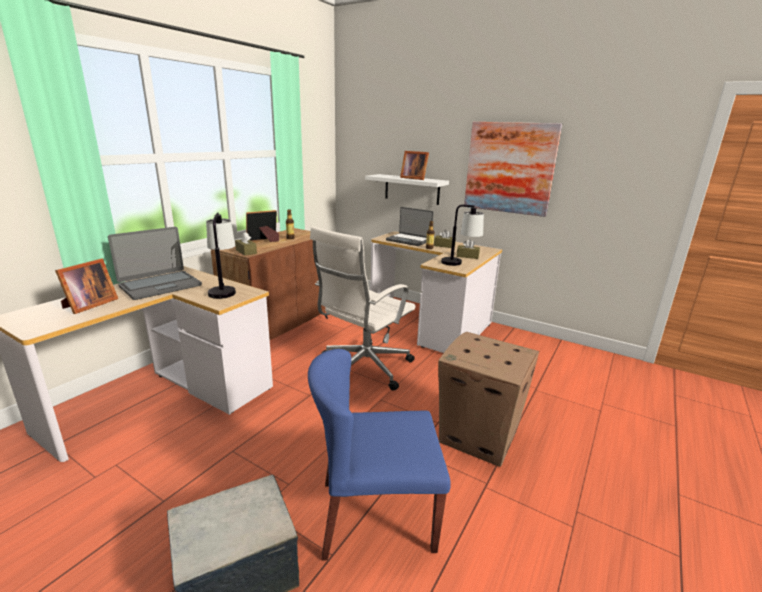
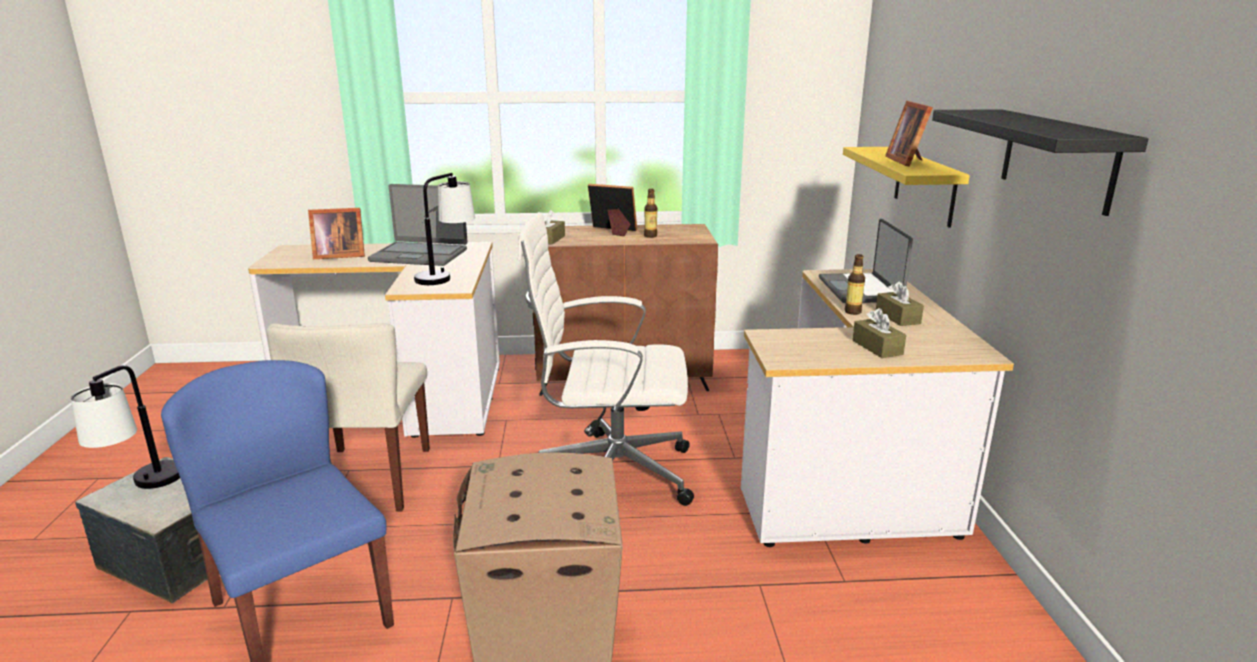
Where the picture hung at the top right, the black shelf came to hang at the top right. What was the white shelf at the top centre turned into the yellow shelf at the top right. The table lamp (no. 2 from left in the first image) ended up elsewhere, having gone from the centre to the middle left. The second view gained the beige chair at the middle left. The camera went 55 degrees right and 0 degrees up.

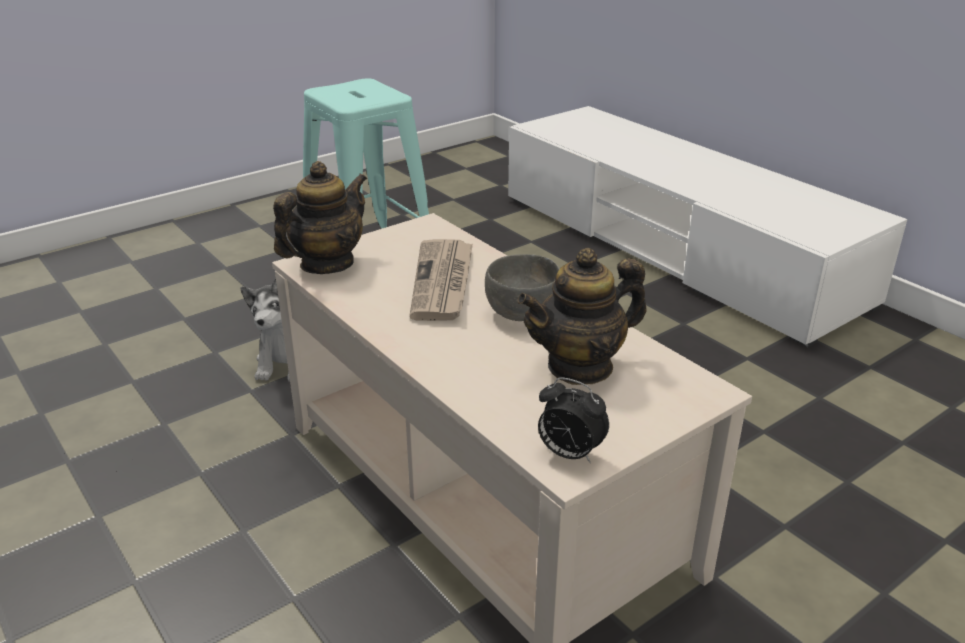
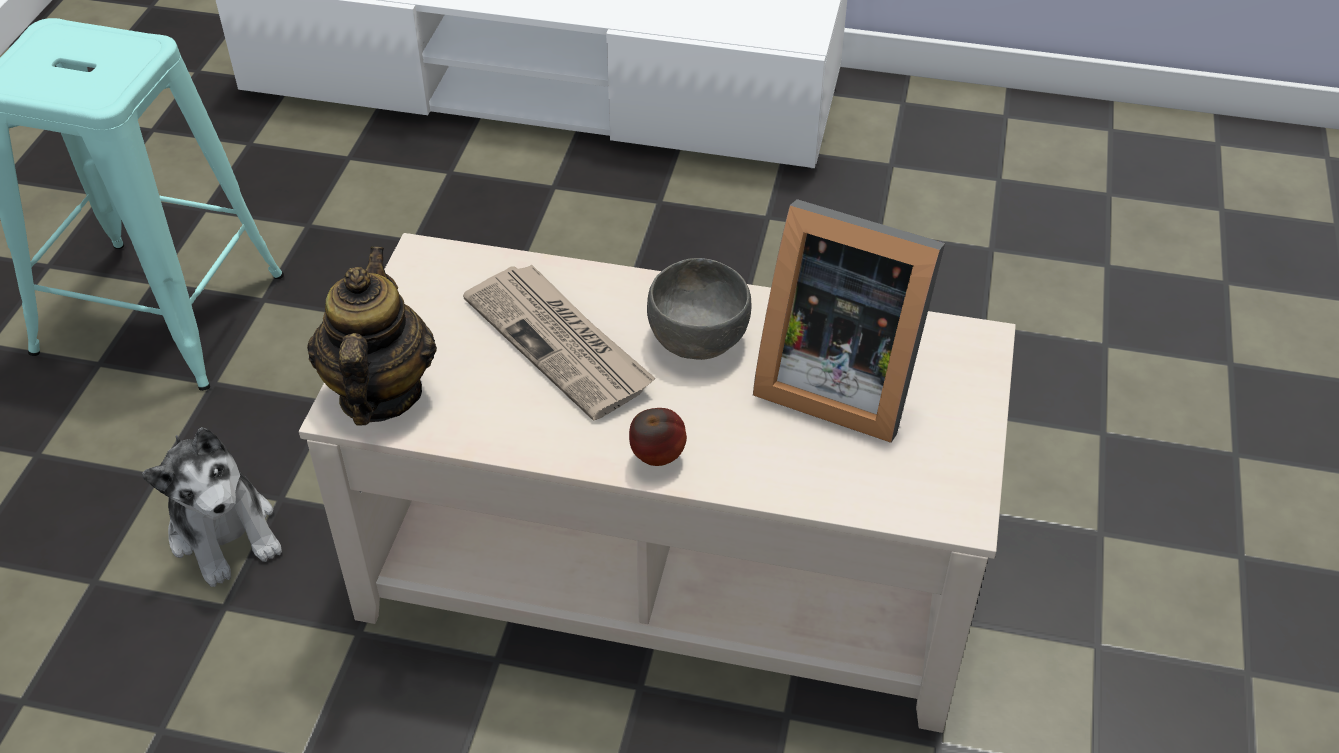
Where the teapot (no. 2 from left) stood at the centre, the picture frame came to stand at the centre. The second view lost the alarm clock at the centre. The second view gained the apple at the centre. The camera went 40 degrees left and 15 degrees up.

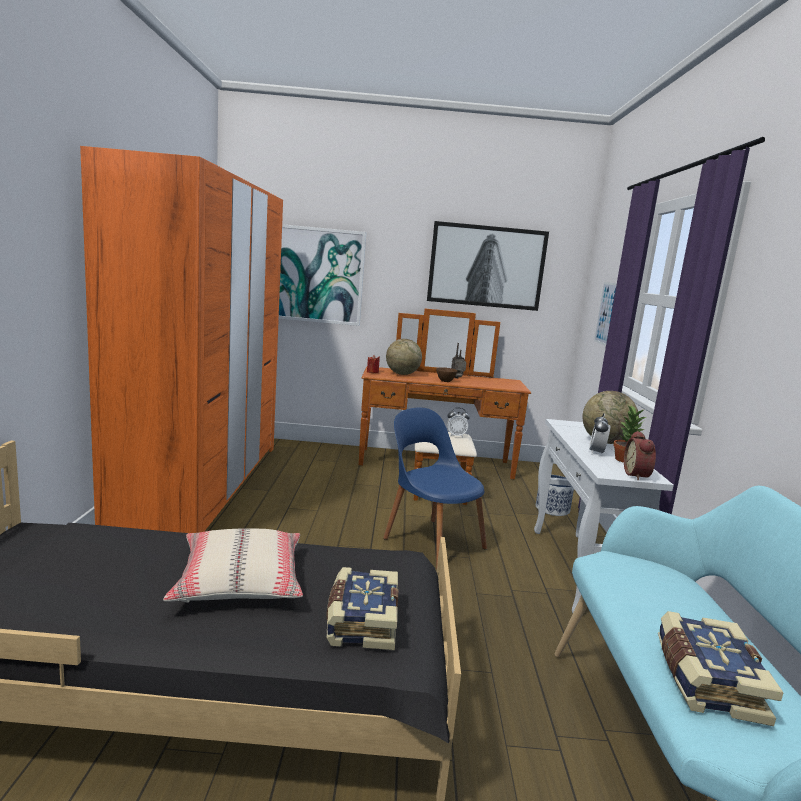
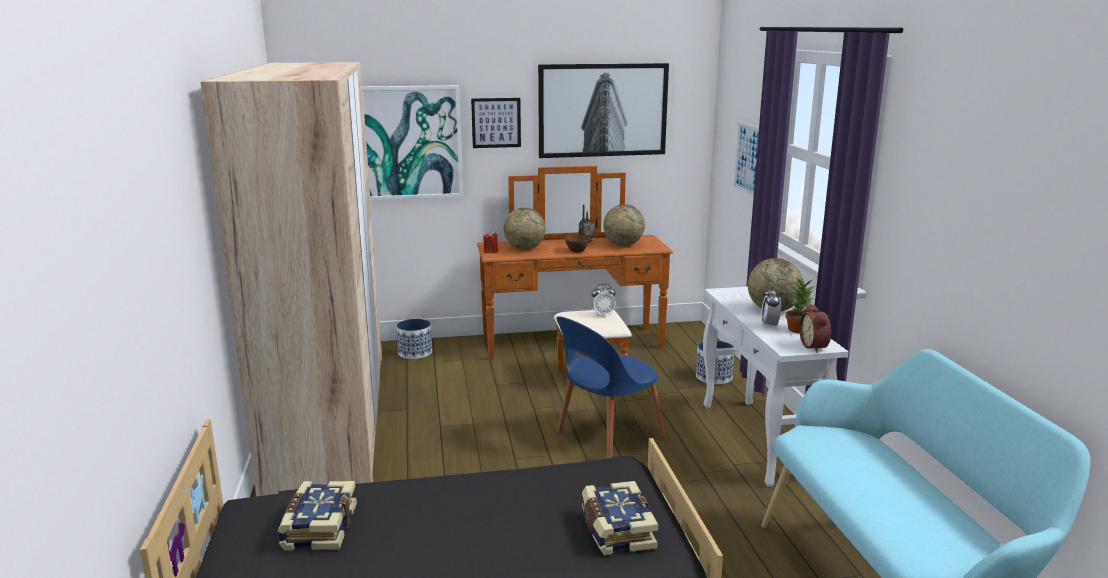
What was the orange wardrobe at the middle left turned into the beige wardrobe at the middle left. The blue chair at the centre ended up facing another way, 75 degrees counterclockwise from before. The second view lost the beige pillow at the bottom left. The book (no. 2 from left in the first image) ended up elsewhere, having gone from the bottom right to the bottom left. The second view gained the picture (no. 2 from left) at the top centre. The second view gained the globe (no. 2 from left) at the centre. The second view gained the planter (no. 1 from left) at the centre. The camera went 10 degrees left and 5 degrees up.

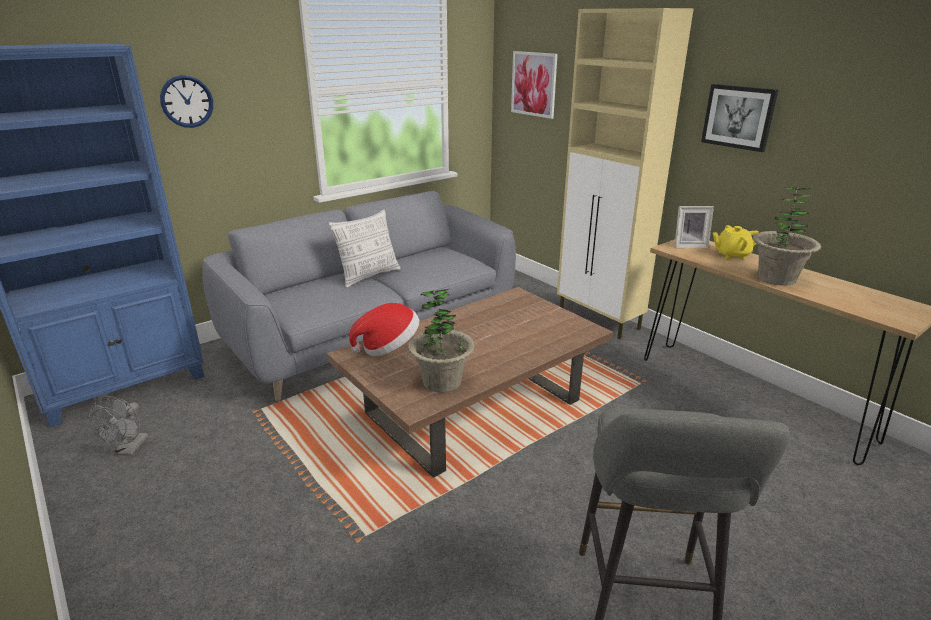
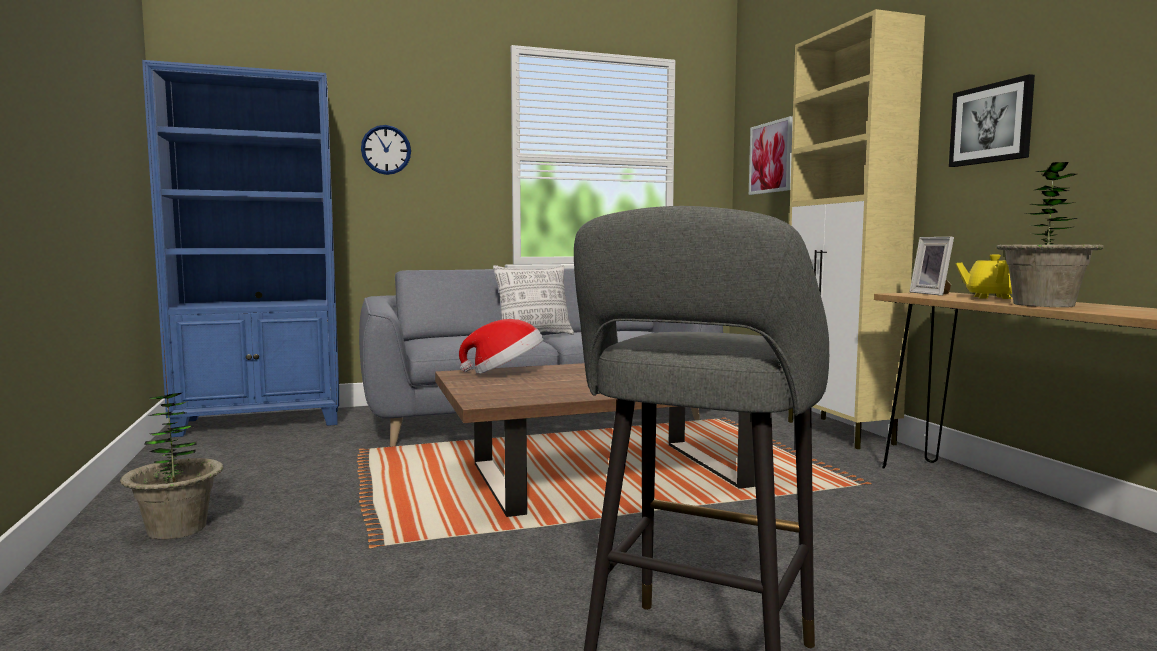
The picture frame at the middle right ended up facing another way, 60 degrees clockwise from before. The potted plant (no. 1 from left) ended up elsewhere, having gone from the centre to the bottom left. The second view lost the grey fan at the bottom left. The camera went 20 degrees right and 20 degrees down.

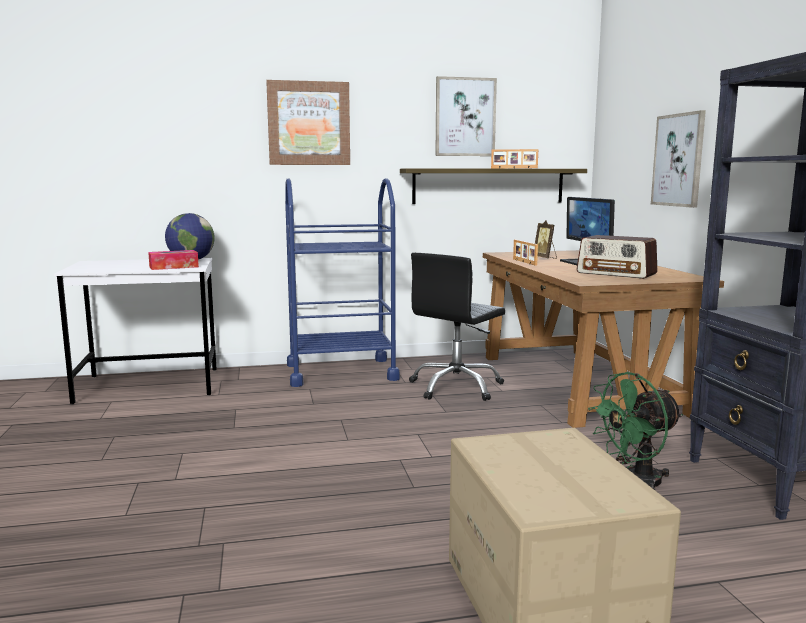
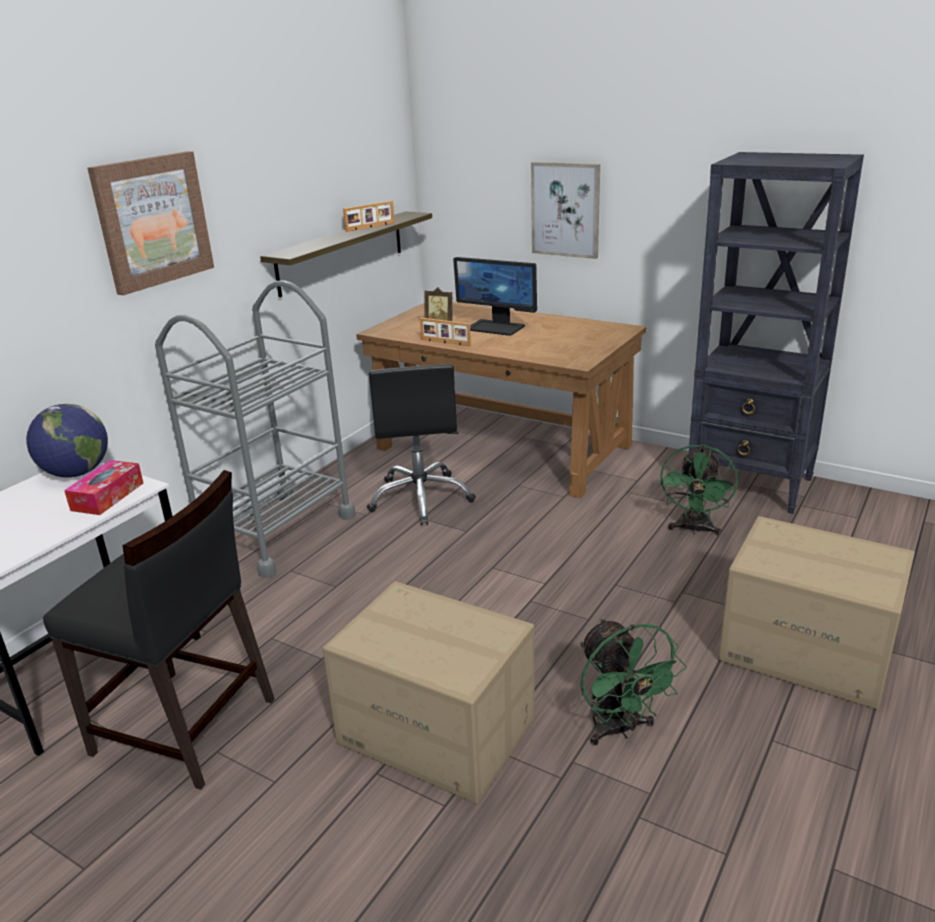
The second view lost the picture (no. 2 from left) at the top centre. What was the blue cart at the centre turned into the grey cart at the middle left. The second view lost the radio at the middle right. The second view gained the black chair at the bottom left. The second view gained the cardboard box (no. 1 from left) at the bottom centre. The second view gained the green fan (no. 1 from left) at the bottom right. The camera went 45 degrees left and 15 degrees up.

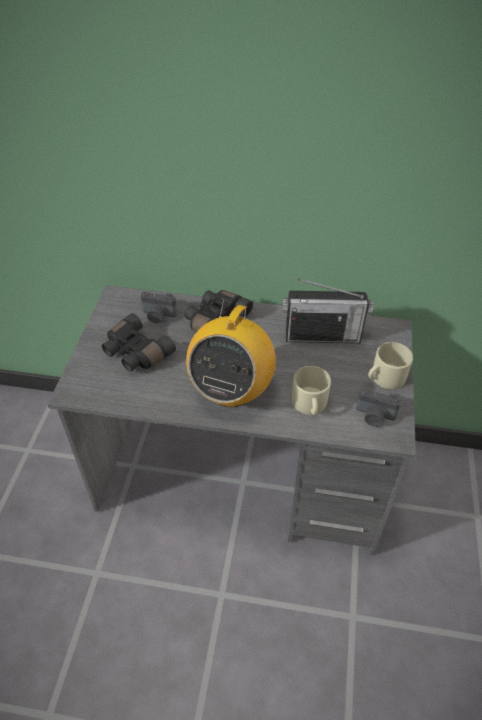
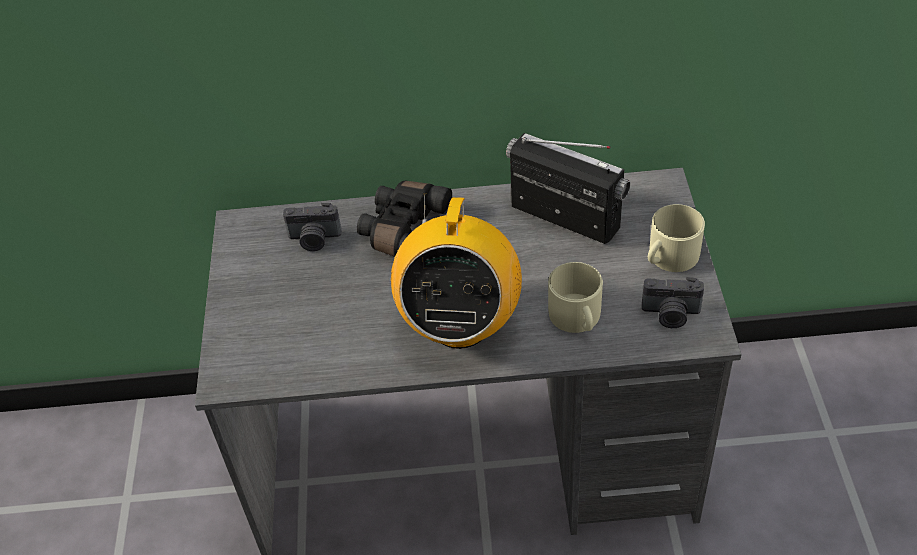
The radio (no. 2 from left) at the middle right ended up facing another way, 135 degrees counterclockwise from before. The second view lost the black binoculars (no. 1 from left) at the middle left. The camera went 10 degrees left and 0 degrees up.

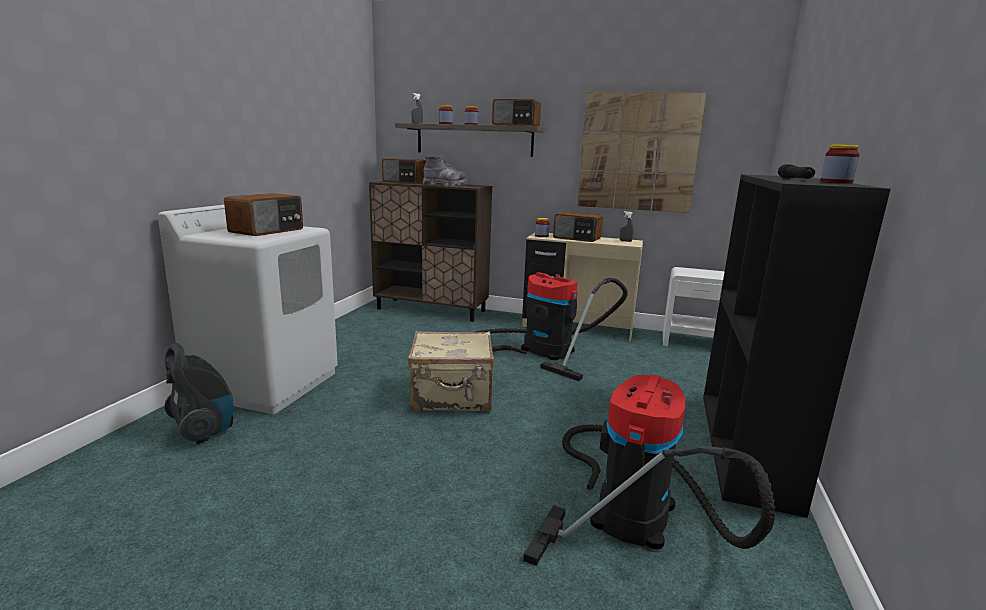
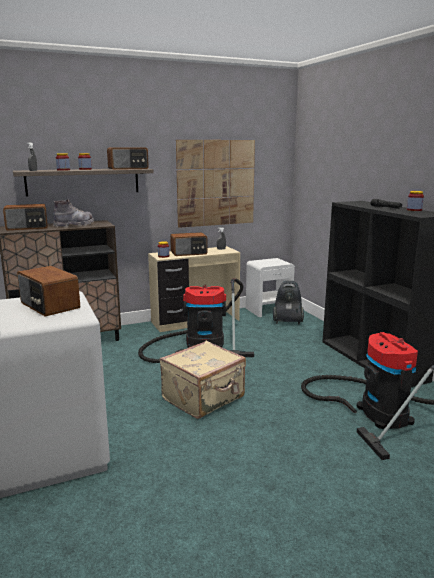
The radio (no. 1 from left in the first image) at the middle left ended up facing another way, 150 degrees clockwise from before. The vacuum cleaner (no. 1 from left in the first image) ended up elsewhere, having gone from the middle left to the centre. The camera went 40 degrees left and 0 degrees up.

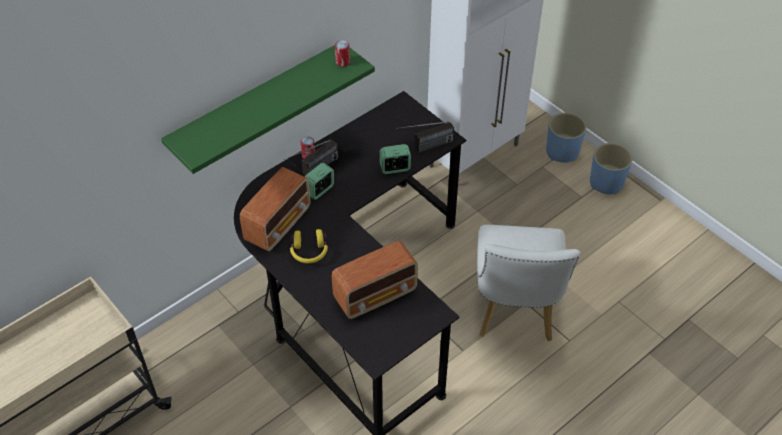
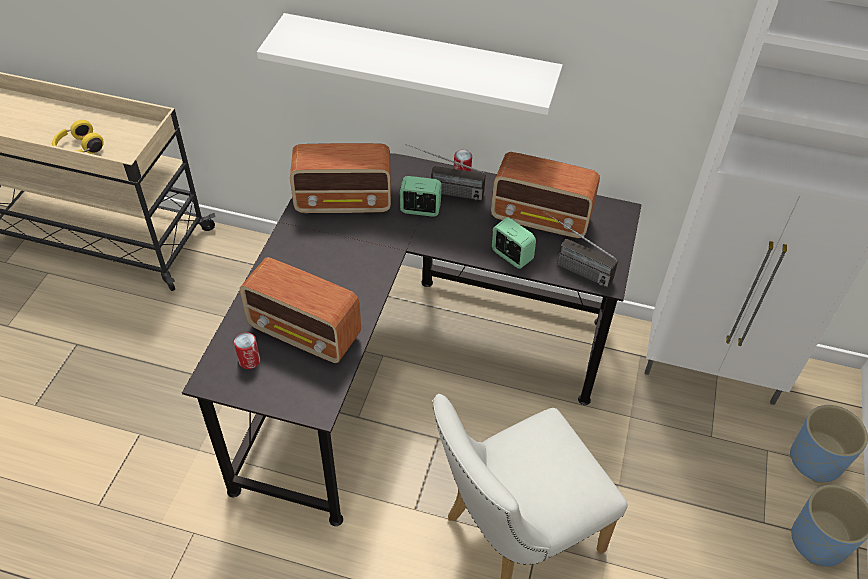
The can (no. 2 from left in the first image) ended up elsewhere, having gone from the top centre to the middle left. What was the green shelf at the top centre turned into the white shelf at the top centre. The yellow headphones ended up elsewhere, having gone from the centre to the top left. The second view gained the radio (no. 4 from left) at the centre. The camera went 55 degrees right and 0 degrees up.

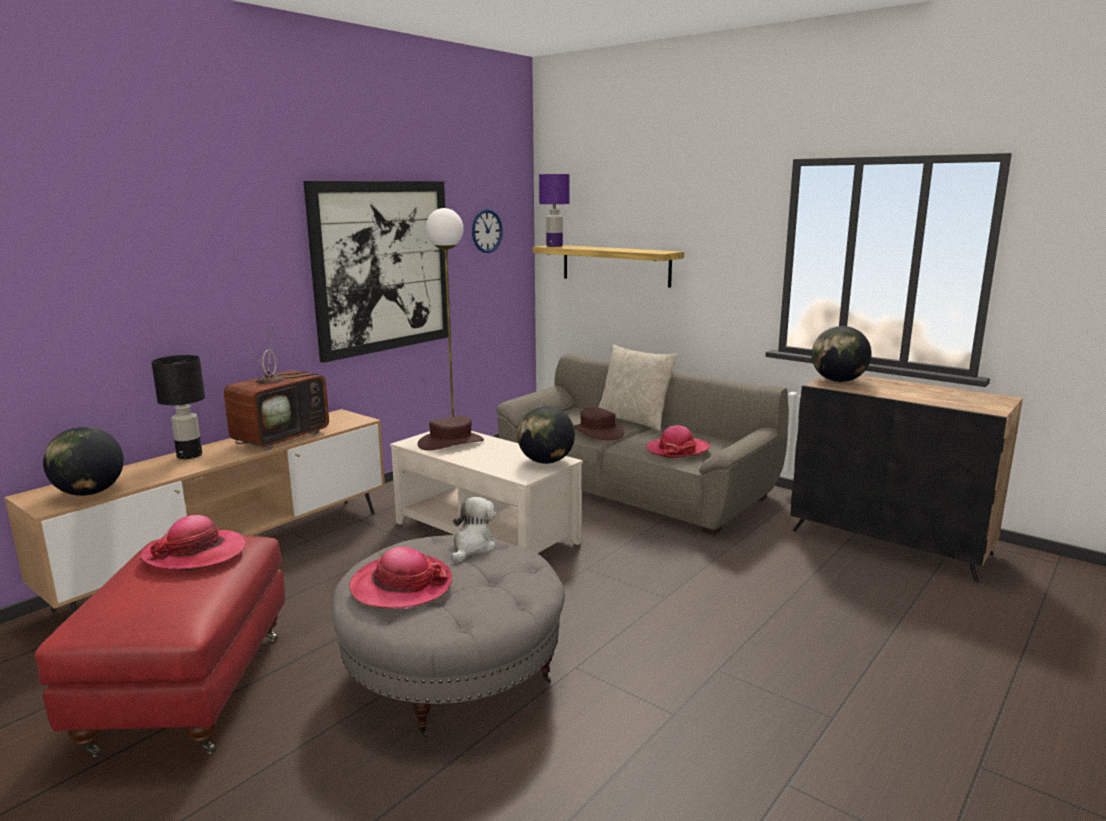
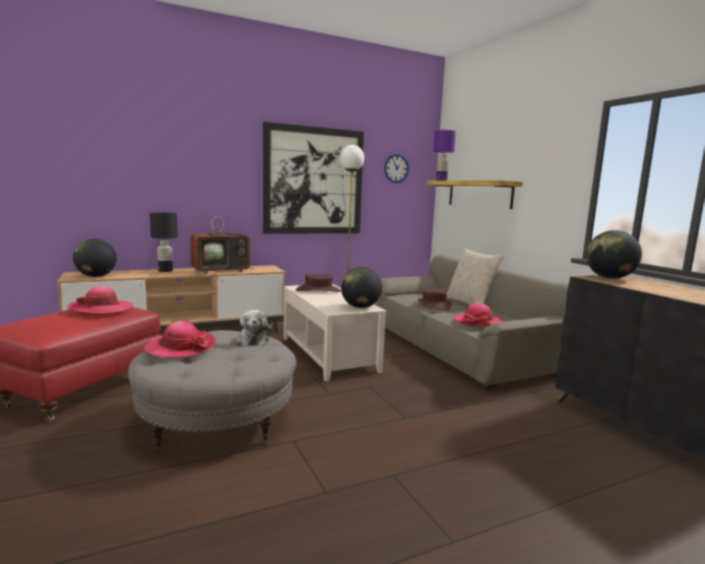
The plush toy at the centre ended up facing another way, 120 degrees clockwise from before. The camera went 25 degrees right and 5 degrees down.

